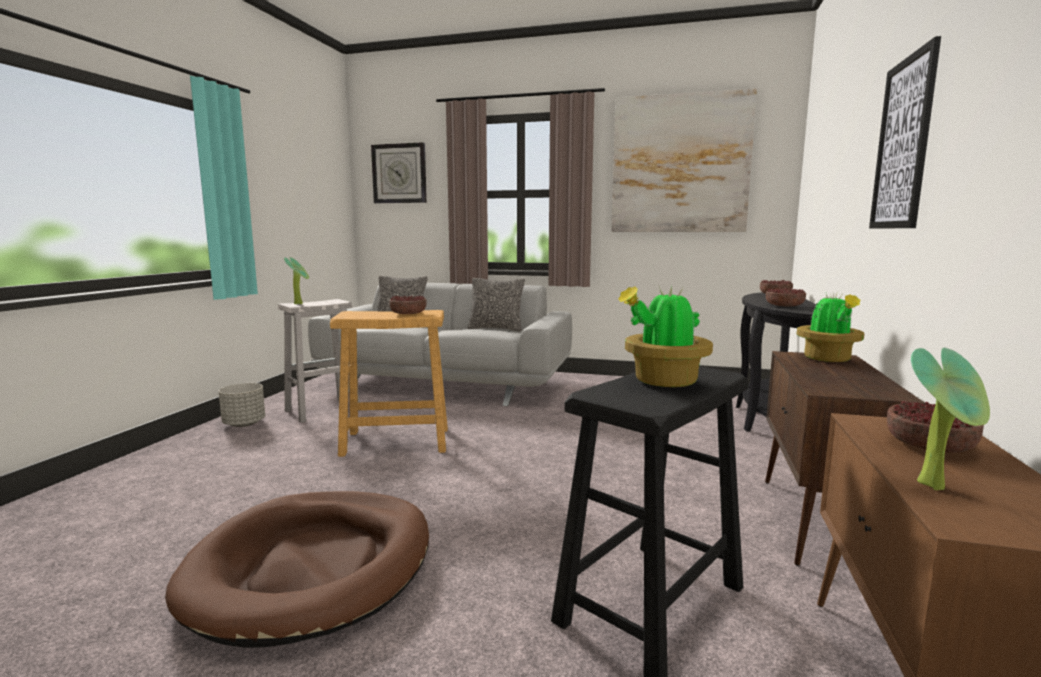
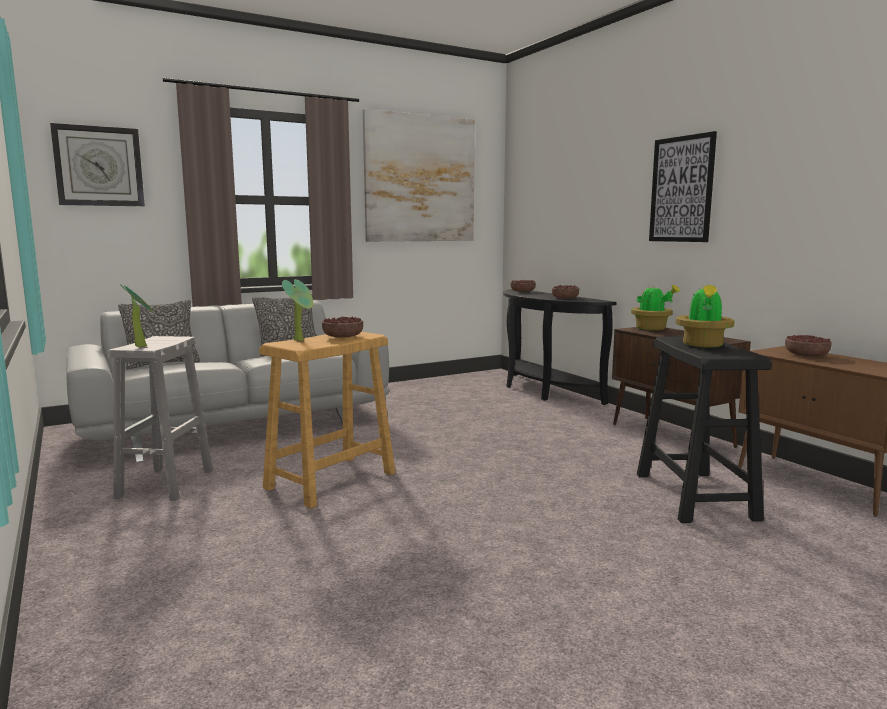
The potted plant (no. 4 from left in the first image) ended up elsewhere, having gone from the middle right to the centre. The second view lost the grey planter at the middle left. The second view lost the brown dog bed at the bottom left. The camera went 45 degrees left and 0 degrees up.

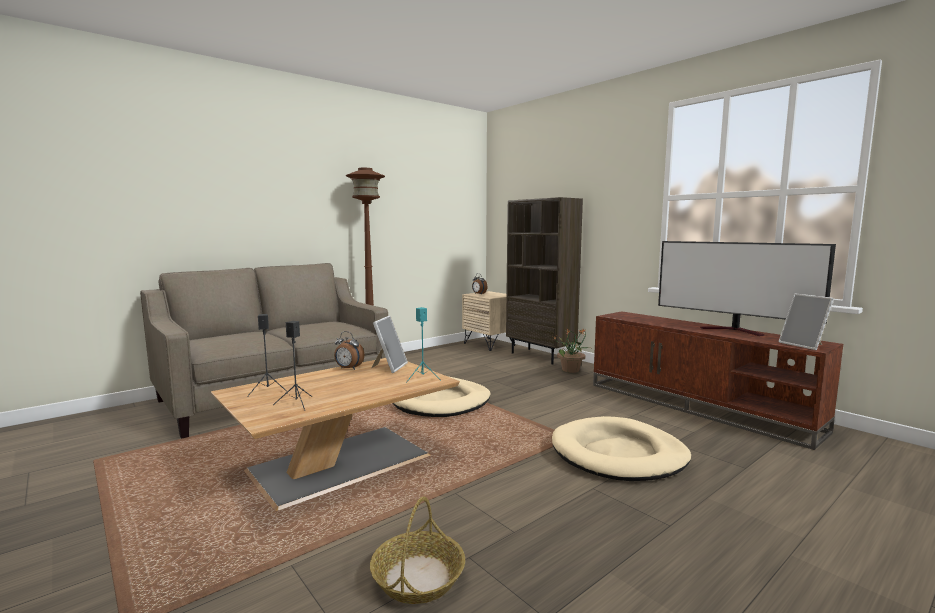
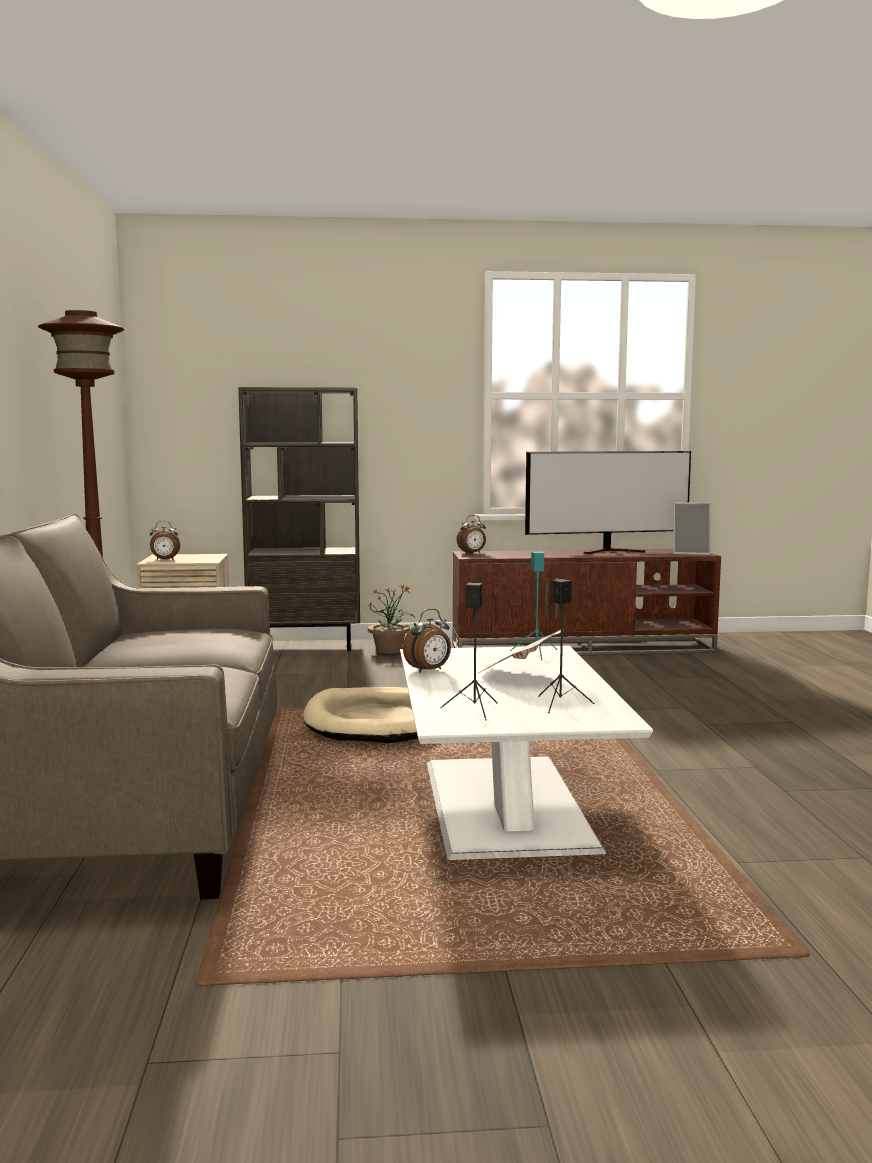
The second view lost the picture frame (no. 1 from left) at the centre. What was the brown coffee table at the bottom centre turned into the white coffee table at the centre. The second view lost the beige dog bed (no. 2 from left) at the bottom centre. The second view lost the basket at the bottom centre. The second view gained the alarm clock (no. 3 from left) at the centre. The second view gained the newspaper at the centre. The camera went 55 degrees left and 0 degrees up.

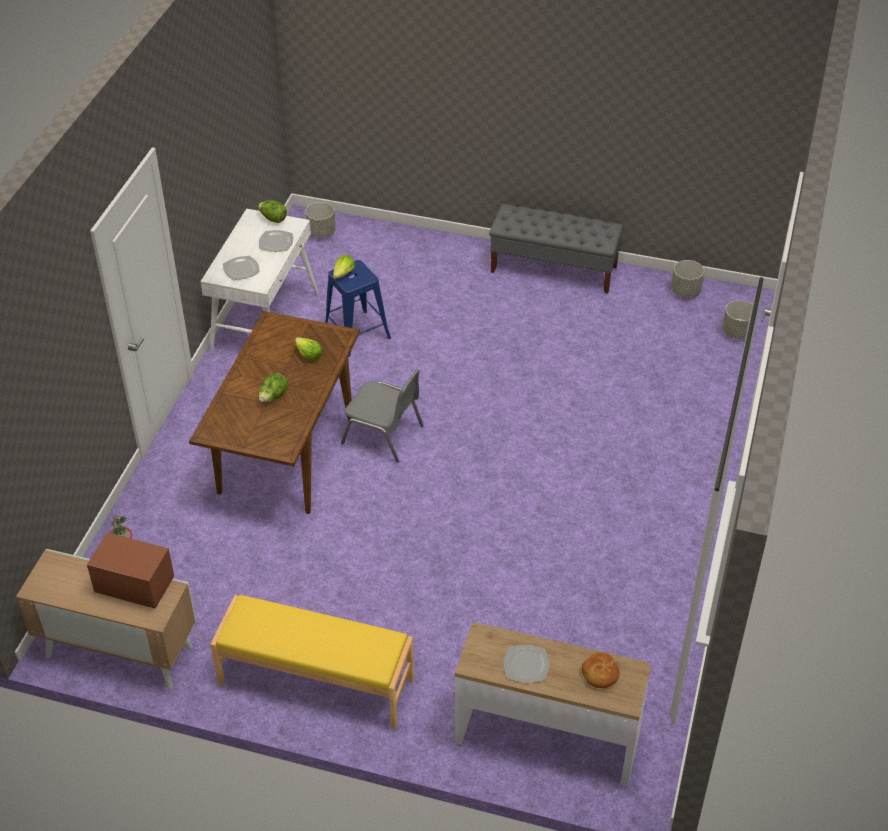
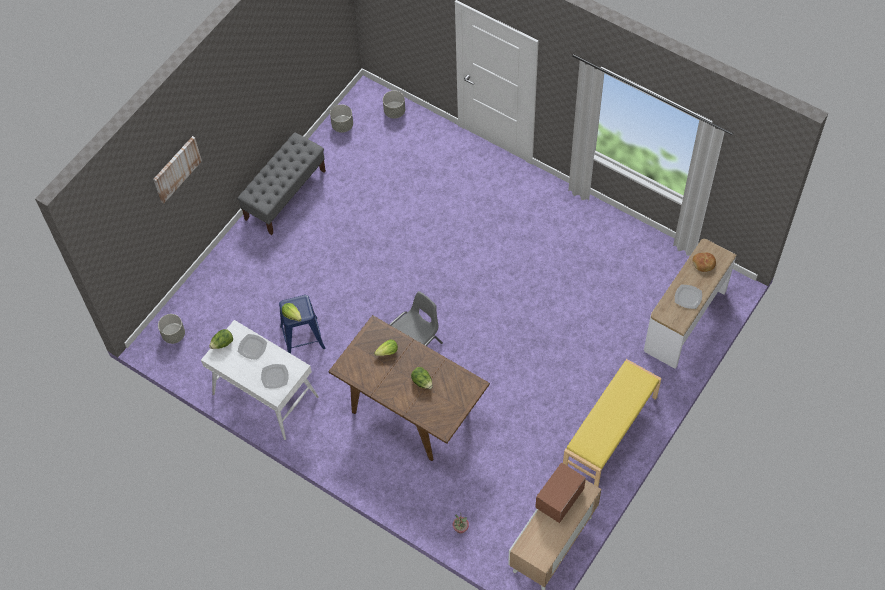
The second view gained the picture at the top left. The camera went 70 degrees left and 15 degrees up.

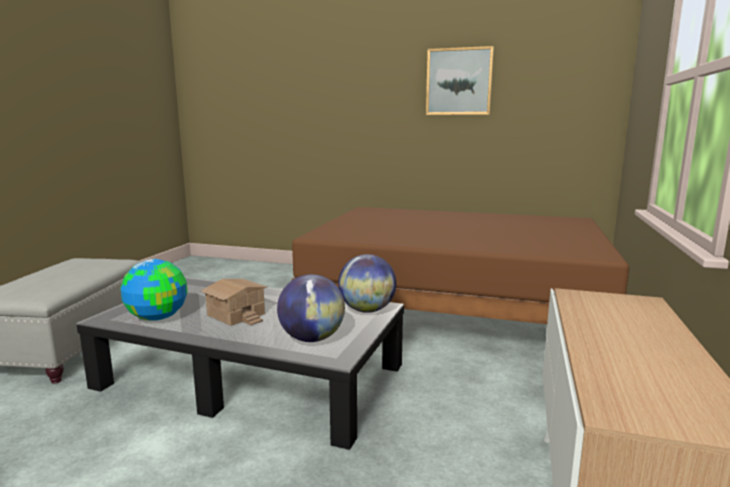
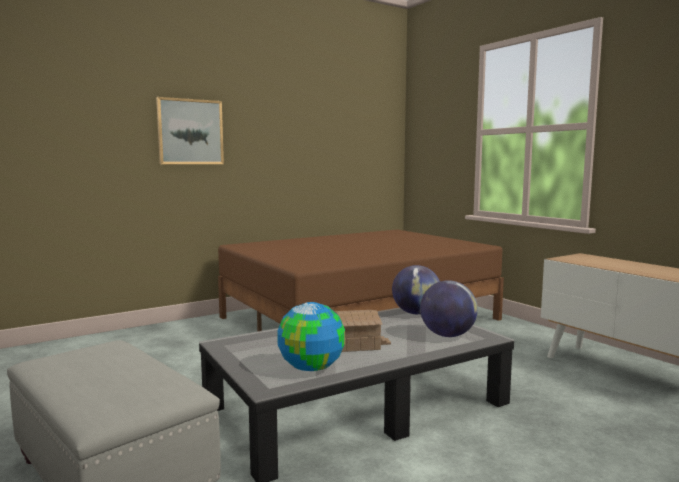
The picture ended up elsewhere, having gone from the top centre to the top left. The camera went 50 degrees left and 5 degrees down.

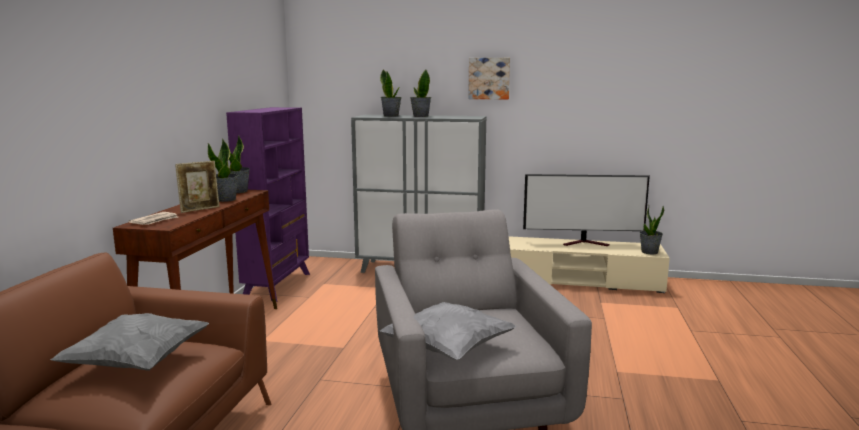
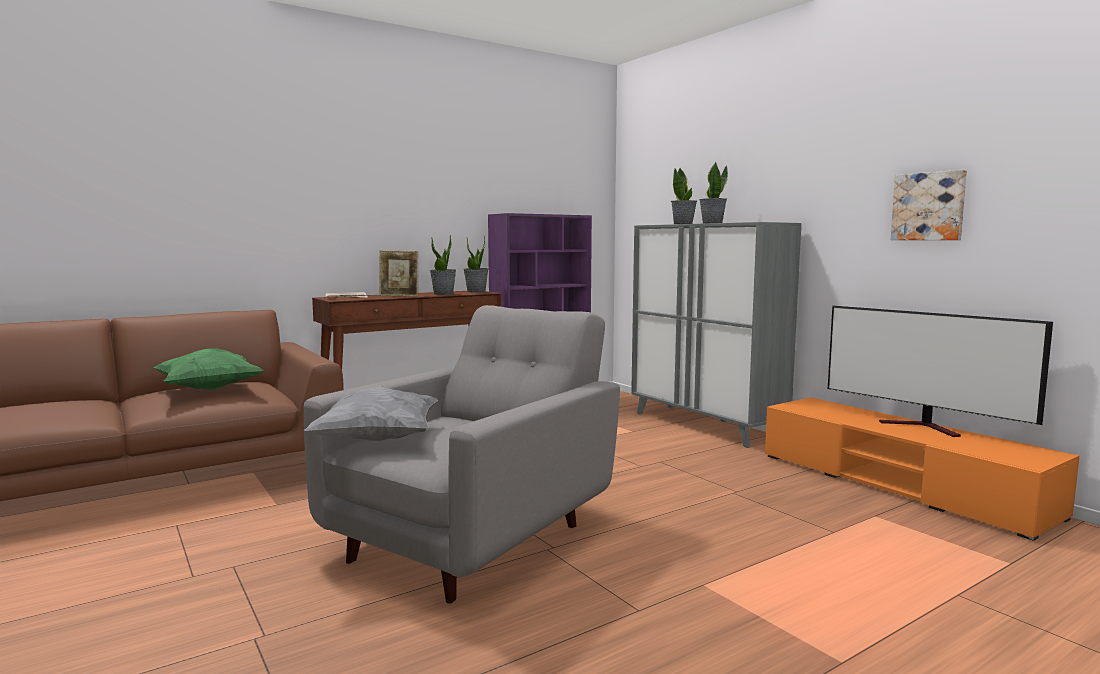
The picture ended up elsewhere, having gone from the top centre to the top right. The second view lost the potted plant (no. 5 from left) at the middle right. What was the beige tv stand at the middle right turned into the orange tv stand at the bottom right. What was the grey pillow (no. 1 from left) at the bottom left turned into the green pillow at the middle left. The camera went 45 degrees right and 5 degrees down.

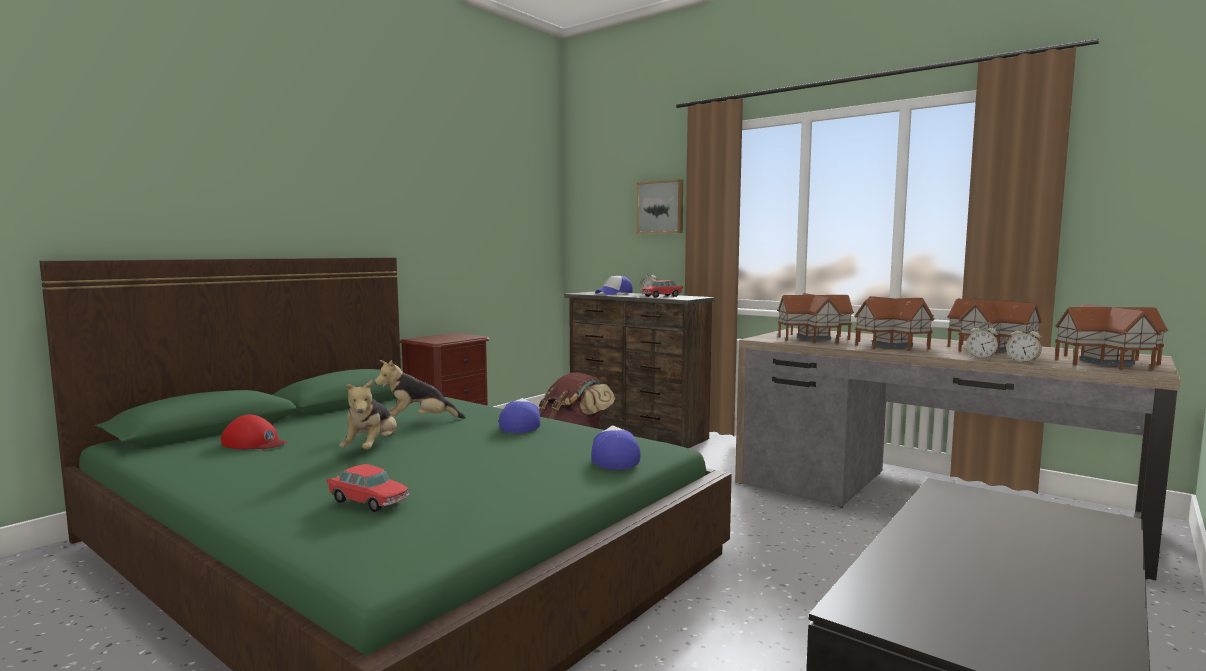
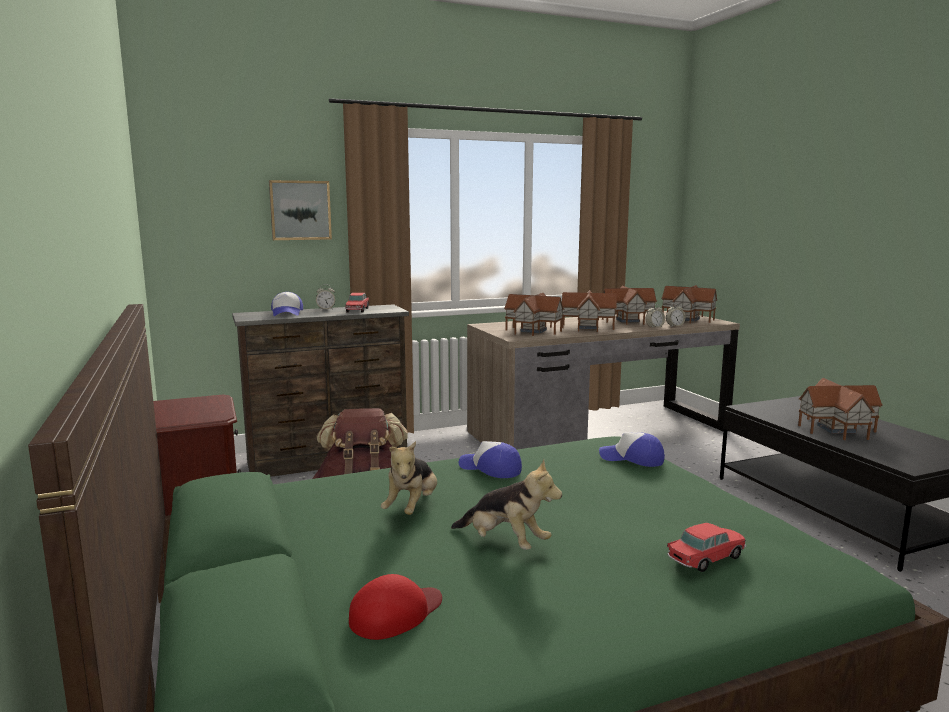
The second view gained the toy house (no. 5 from left) at the middle right. The camera went 60 degrees left and 5 degrees up.

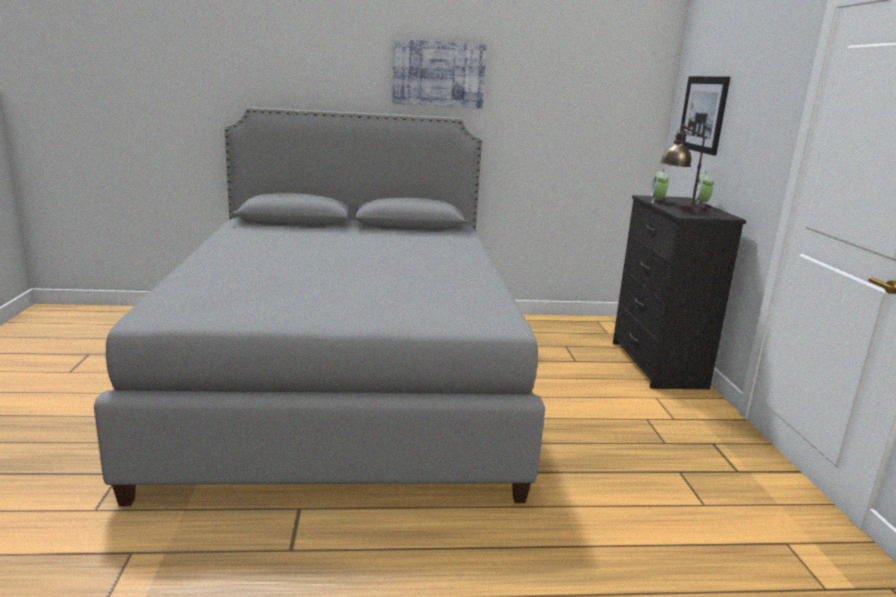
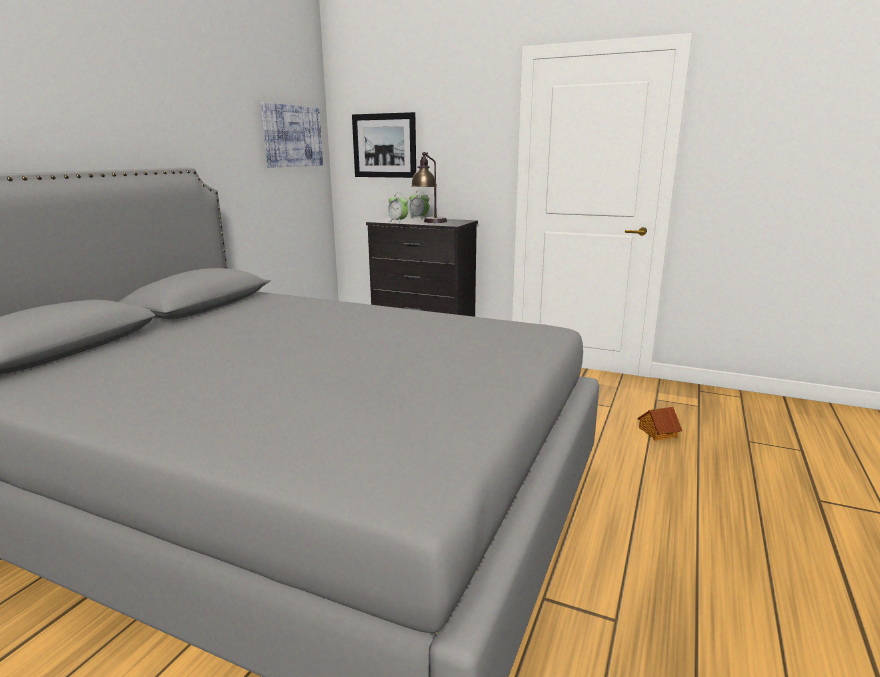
The picture (no. 1 from left) ended up elsewhere, having gone from the top centre to the top left. The second view gained the toy house at the middle right. The camera went 60 degrees left and 0 degrees up.

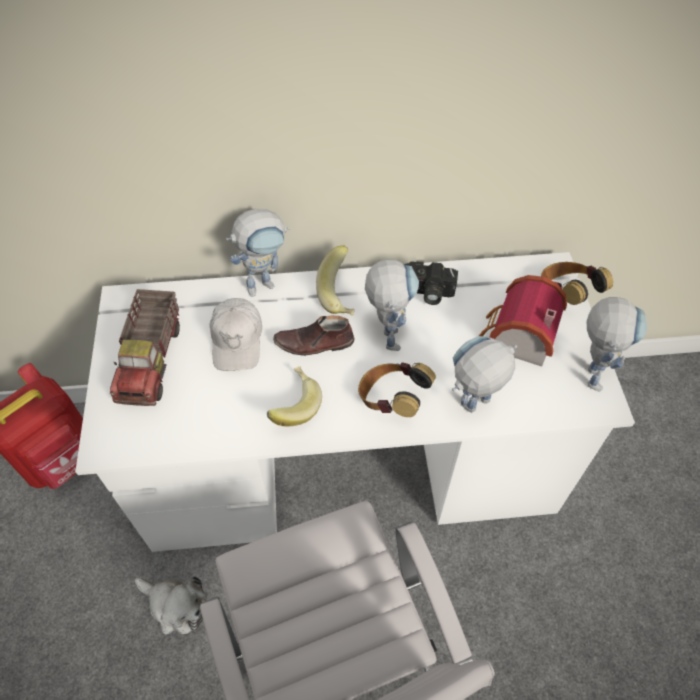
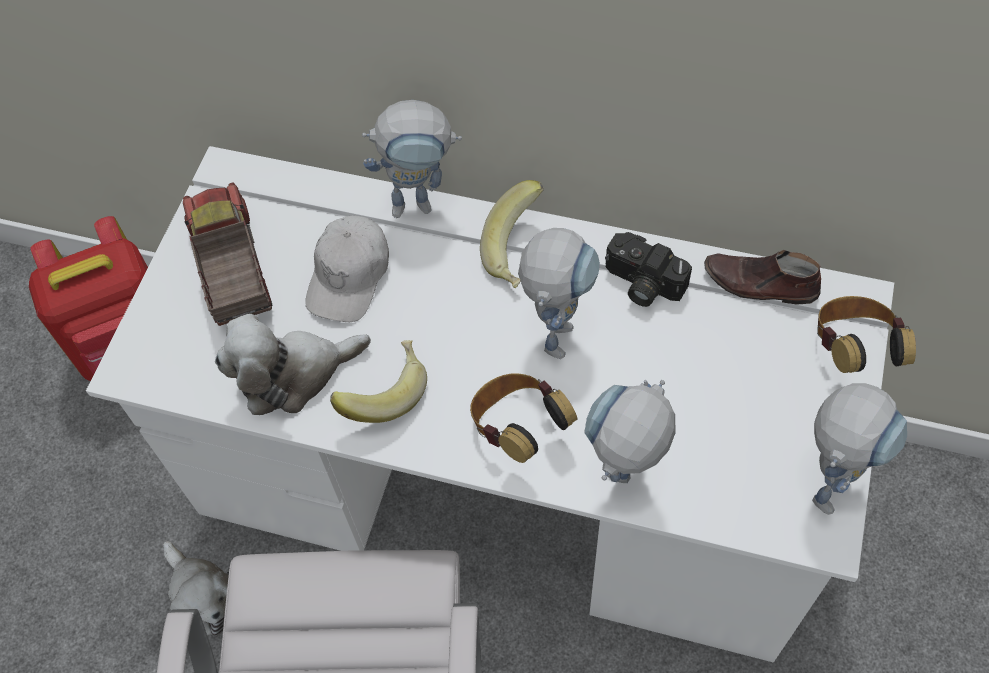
The second view lost the toy house at the middle right. The toy truck at the middle left ended up facing another way, 135 degrees clockwise from before. The brown shoe ended up elsewhere, having gone from the centre to the middle right. The toy robot (no. 3 from left) at the middle right ended up facing another way, 45 degrees counterclockwise from before. The second view gained the plush toy (no. 2 from left) at the middle left. The camera went 25 degrees right and 5 degrees up.

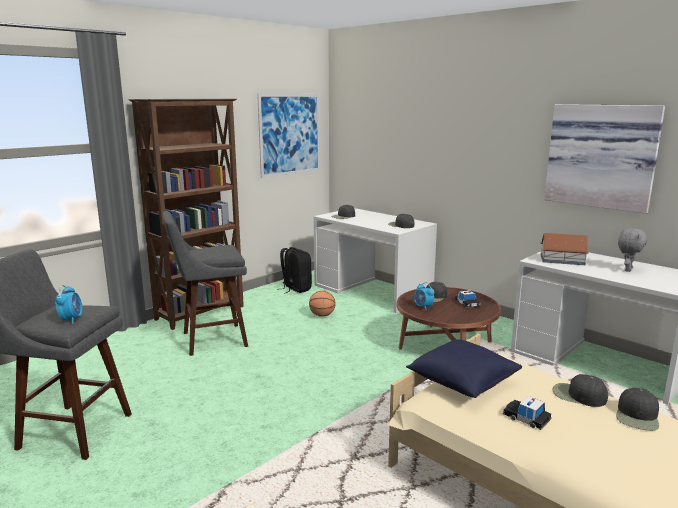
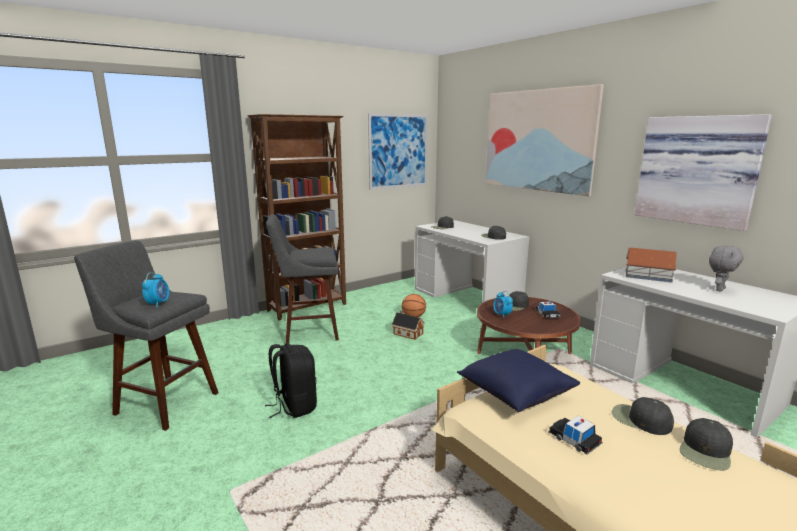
The black backpack ended up elsewhere, having gone from the centre to the bottom centre. The second view gained the picture (no. 2 from left) at the top right. The second view gained the toy house (no. 1 from left) at the centre. The camera went 10 degrees right and 0 degrees up.

